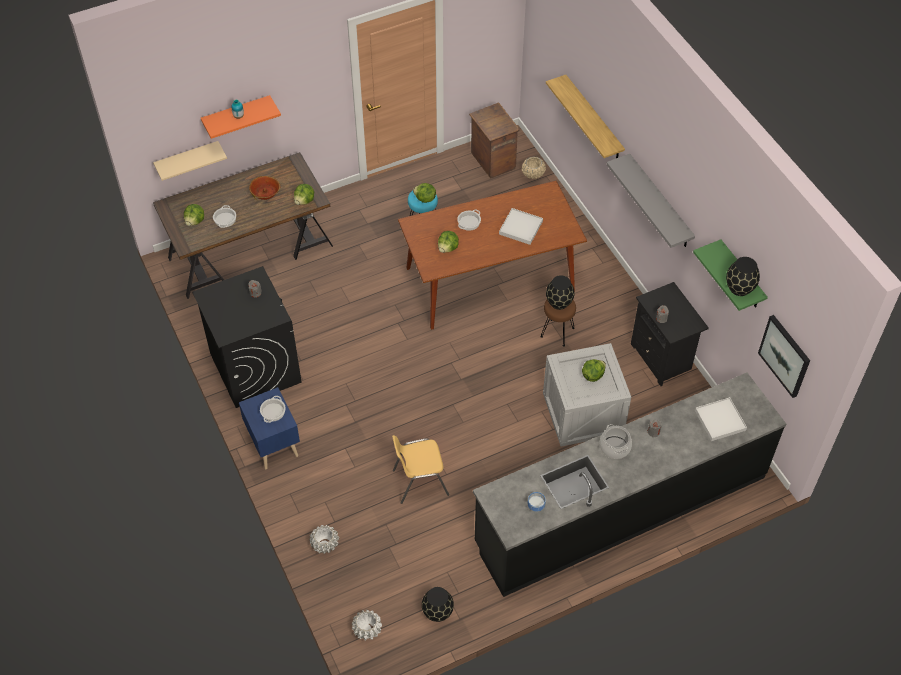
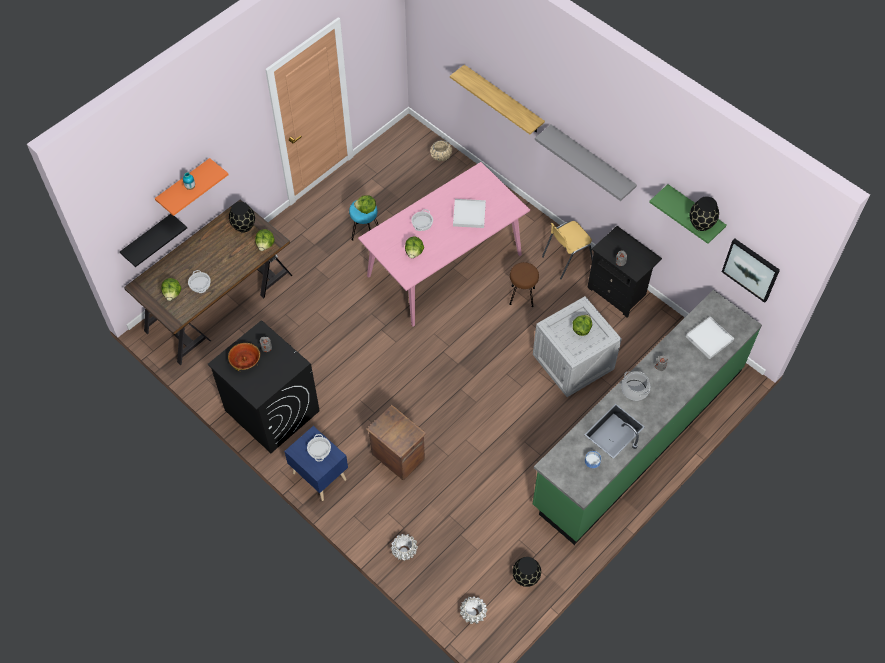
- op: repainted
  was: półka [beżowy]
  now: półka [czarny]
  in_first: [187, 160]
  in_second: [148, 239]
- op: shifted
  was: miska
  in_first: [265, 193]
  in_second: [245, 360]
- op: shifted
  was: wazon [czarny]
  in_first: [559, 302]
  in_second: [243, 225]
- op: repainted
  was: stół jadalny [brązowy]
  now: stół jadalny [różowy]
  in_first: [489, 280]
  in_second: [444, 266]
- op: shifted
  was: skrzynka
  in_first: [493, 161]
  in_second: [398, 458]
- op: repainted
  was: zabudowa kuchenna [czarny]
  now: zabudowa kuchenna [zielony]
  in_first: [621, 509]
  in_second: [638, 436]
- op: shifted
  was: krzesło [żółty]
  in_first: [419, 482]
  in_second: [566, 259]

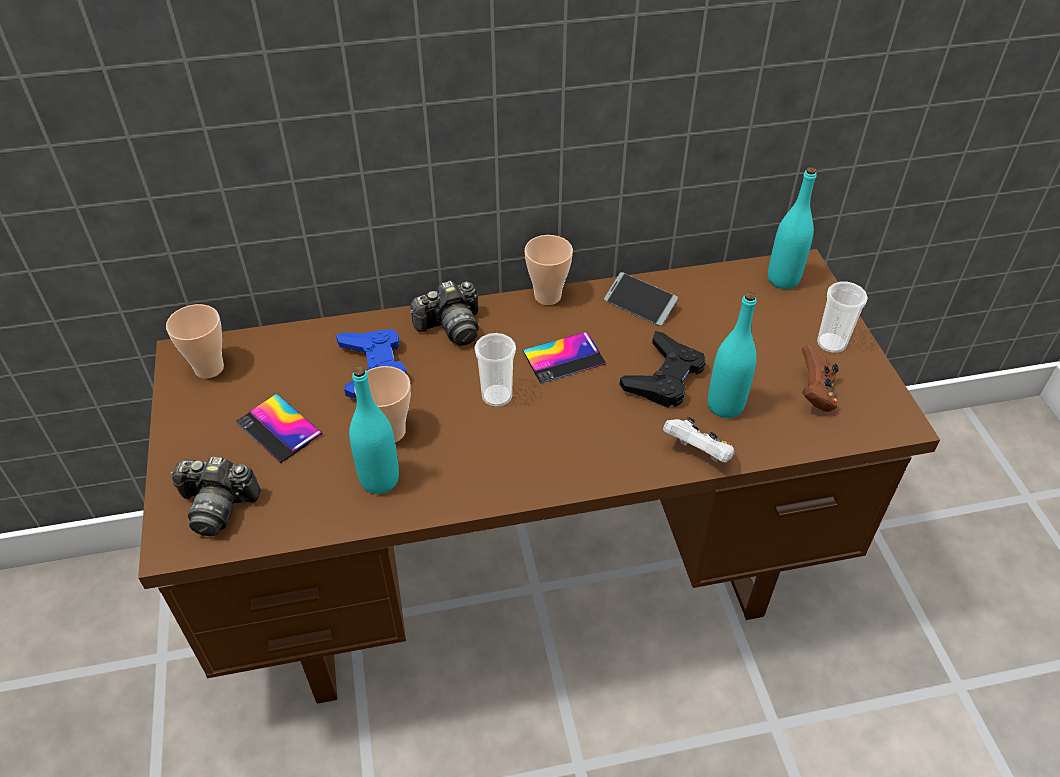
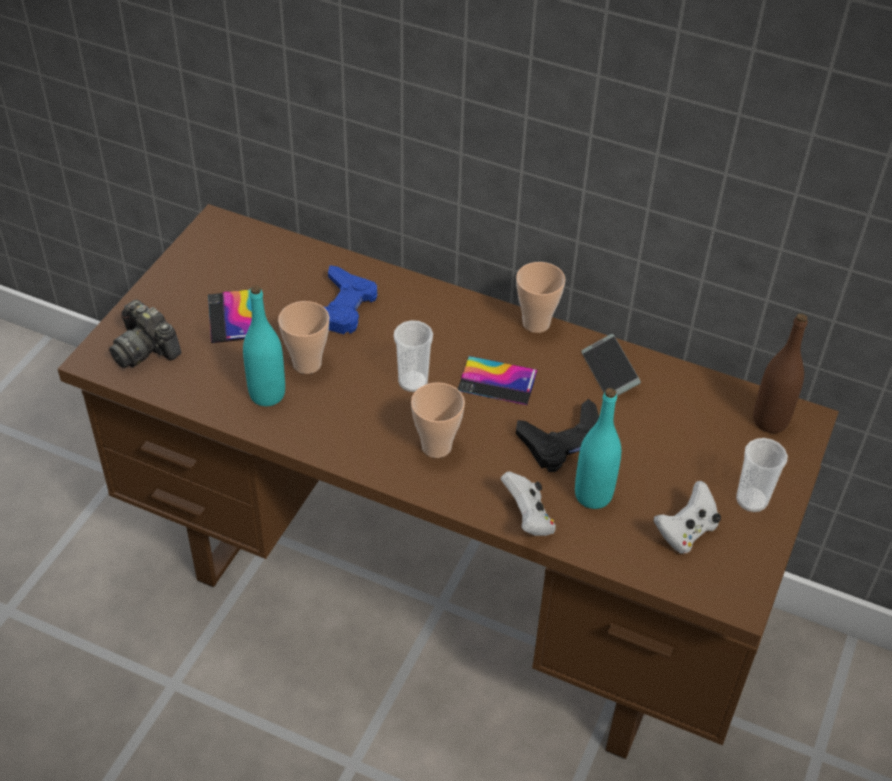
- op: shifted
  was: filiżanka
  in_first: [209, 368]
  in_second: [436, 446]
- op: repainted
  was: pad do gier [brązowy]
  now: pad do gier [biały]
  in_first: [815, 393]
  in_second: [686, 532]
- op: repainted
  was: butelka [turkusowy]
  now: butelka [brązowy]
  in_first: [783, 279]
  in_second: [770, 421]
- op: gone
  was: aparat fotograficzny
  in_first: [451, 327]

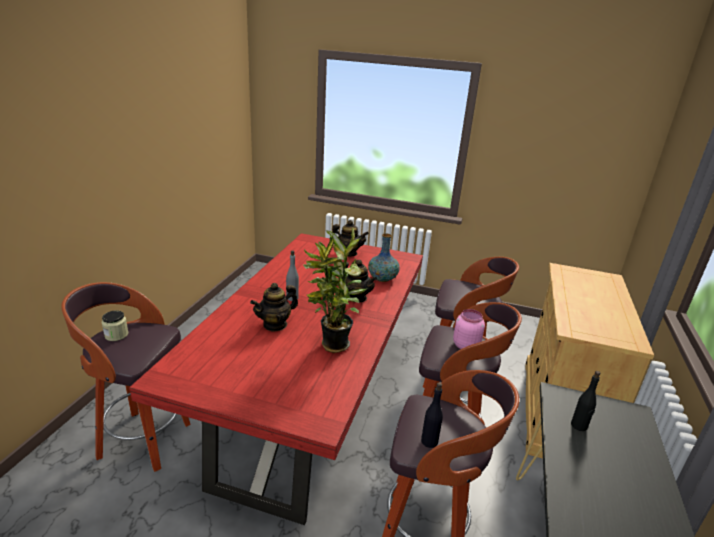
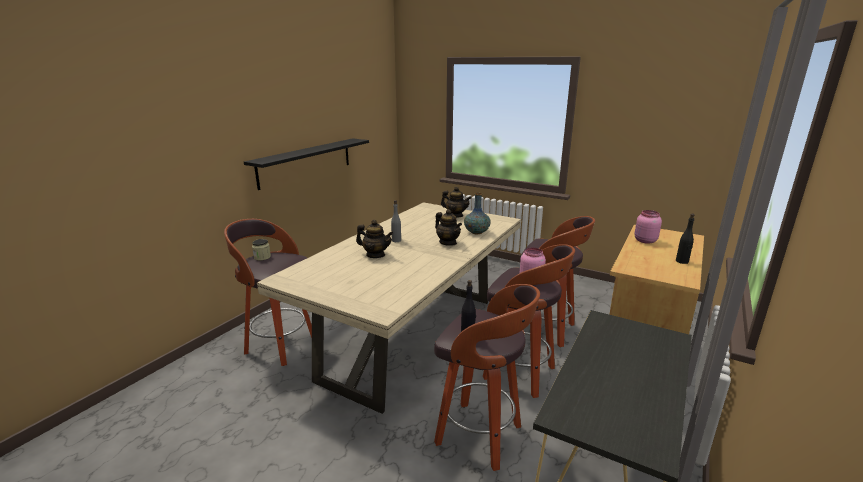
- op: new
  now: półka [czarny]
  in_second: [306, 162]
- op: repainted
  was: stół jadalny [czerwony]
  now: stół jadalny [beżowy]
  in_first: [310, 406]
  in_second: [412, 337]
- op: rotated
  was: imbryk
  in_first: [275, 324]
  in_second: [375, 255]
  clockwise: -135
- op: new
  now: słoik [różowy]
  in_second: [644, 241]
- op: shifted
  was: butelka [czarny]
  in_first: [579, 426]
  in_second: [682, 261]
- op: gone
  was: roślina doniczkowa
  in_first: [332, 346]

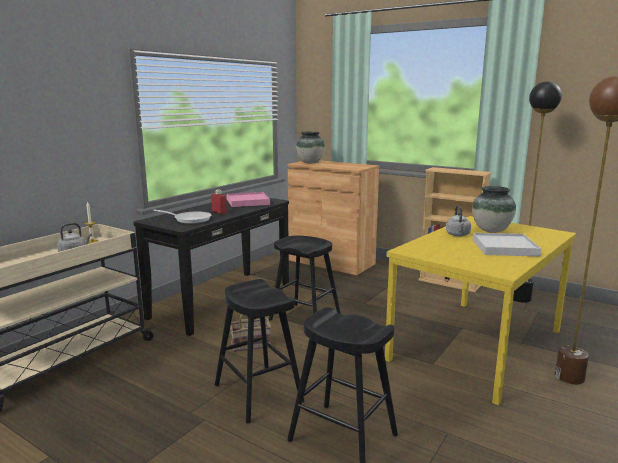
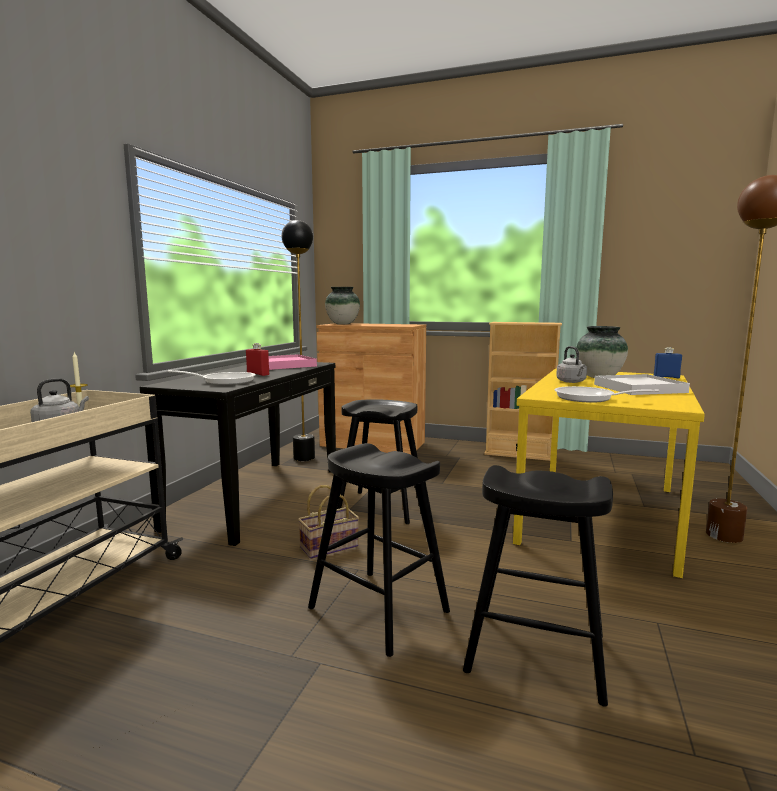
- op: shifted
  was: lampa stojąca [czarny]
  in_first: [520, 299]
  in_second: [304, 458]
- op: new
  now: patelnia
  in_second: [590, 398]
- op: new
  now: butelka [niebieski]
  in_second: [666, 377]

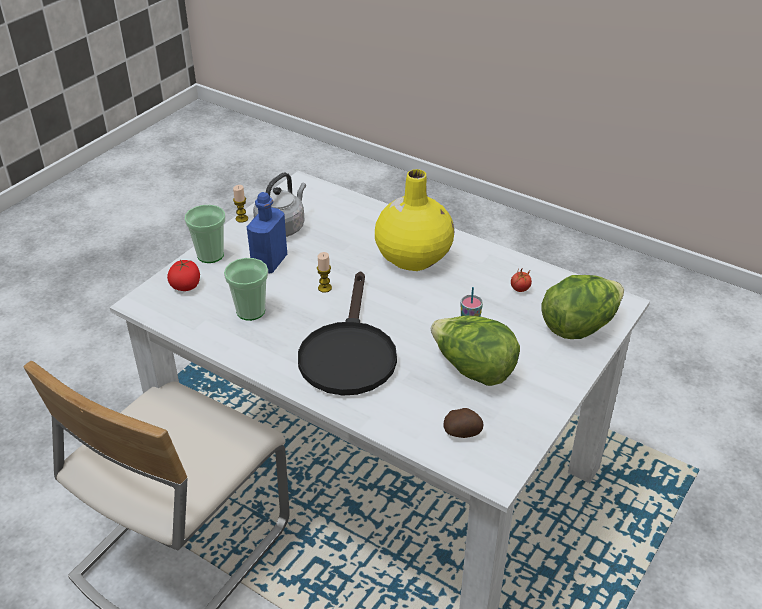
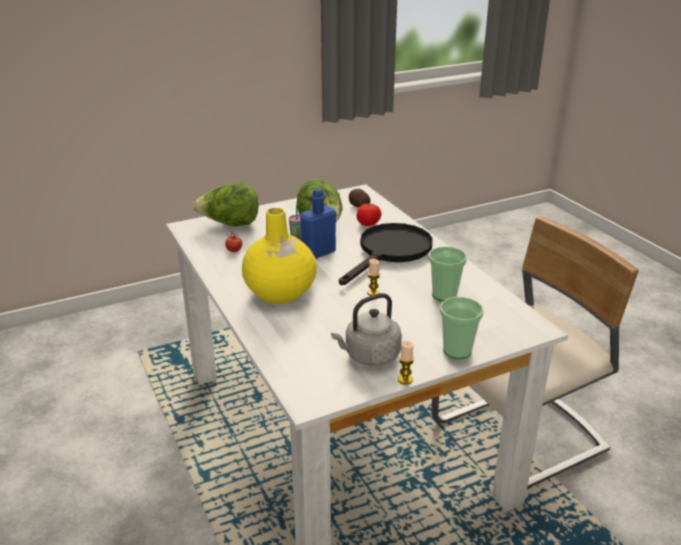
- op: shifted
  was: butelka [niebieski]
  in_first: [269, 262]
  in_second: [318, 252]
- op: shifted
  was: pomidor
  in_first: [186, 286]
  in_second: [368, 223]

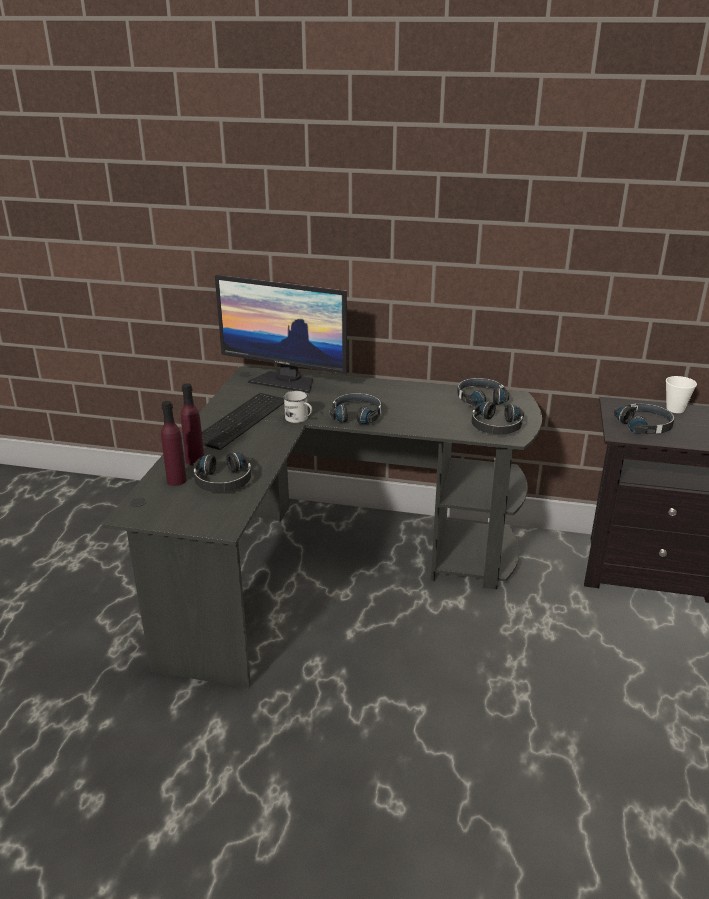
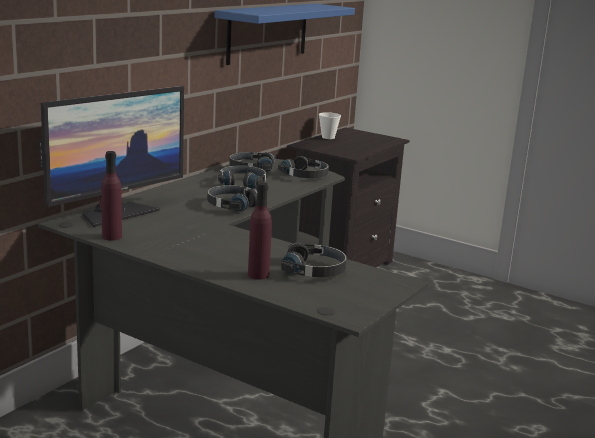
- op: shifted
  was: butelka [fioletowy]
  in_first: [176, 480]
  in_second: [112, 237]
- op: new
  now: półka [niebieski]
  in_second: [267, 32]
- op: shifted
  was: słuchawki [czarny]
  in_first: [645, 426]
  in_second: [242, 183]
- op: gone
  was: klawiatura
  in_first: [243, 420]
- op: gone
  was: kubek [biały]
  in_first: [299, 419]

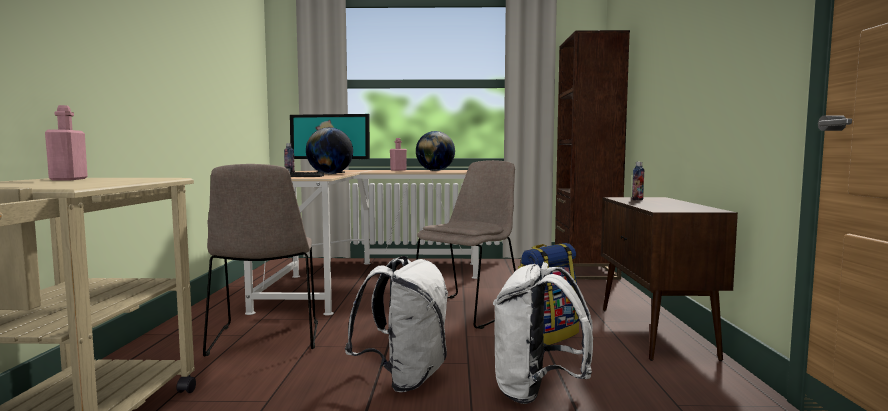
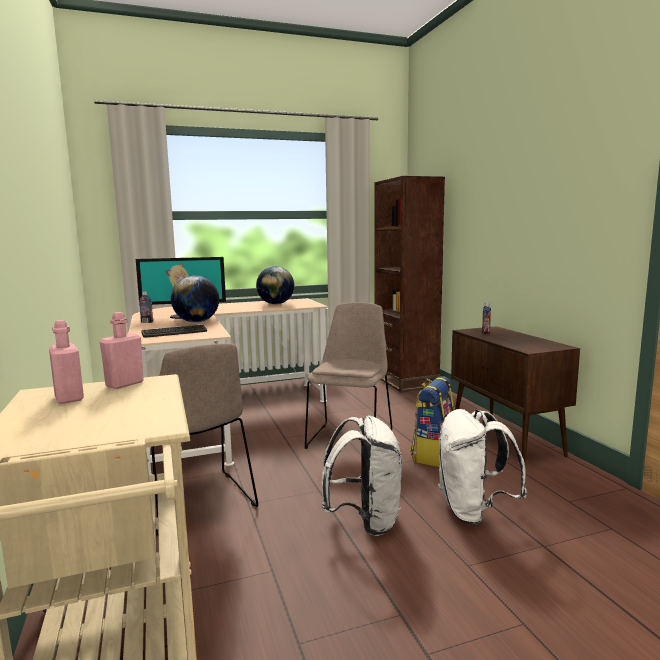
- op: shifted
  was: butelka [różowy]
  in_first: [398, 170]
  in_second: [124, 384]

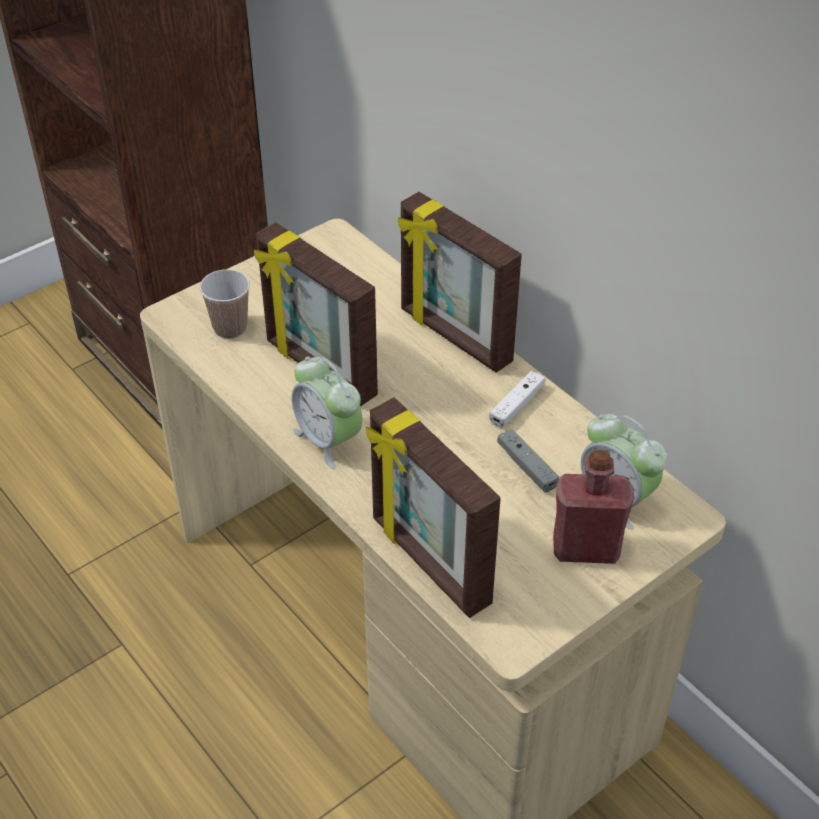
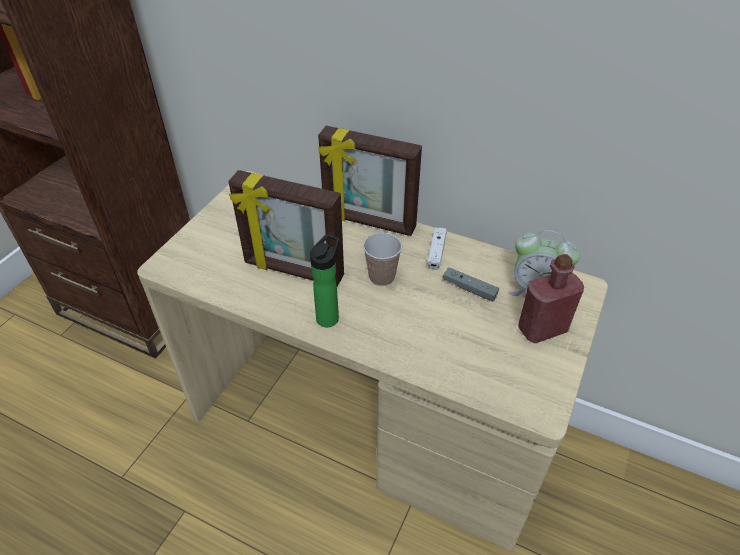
- op: swapped
  was: budzik
  now: butelka
  in_first: [328, 440]
  in_second: [329, 316]
- op: shifted
  was: filiżanka
  in_first: [230, 328]
  in_second: [382, 277]
- op: gone
  was: ramka na zdjęcie
  in_first: [428, 562]

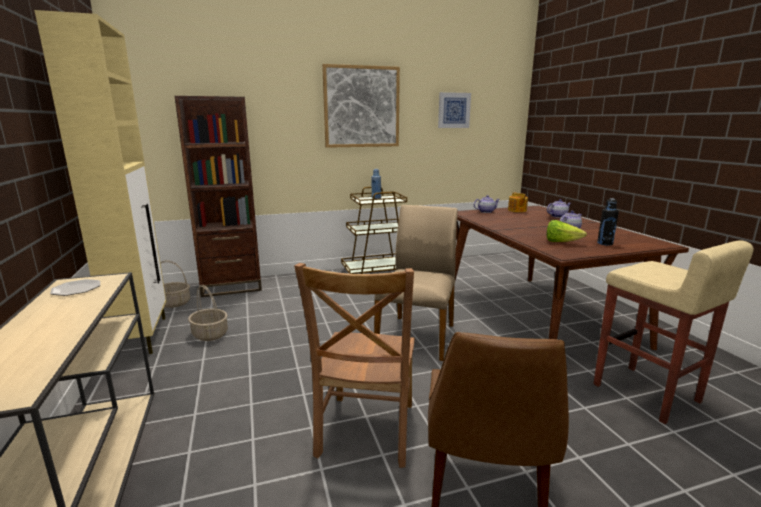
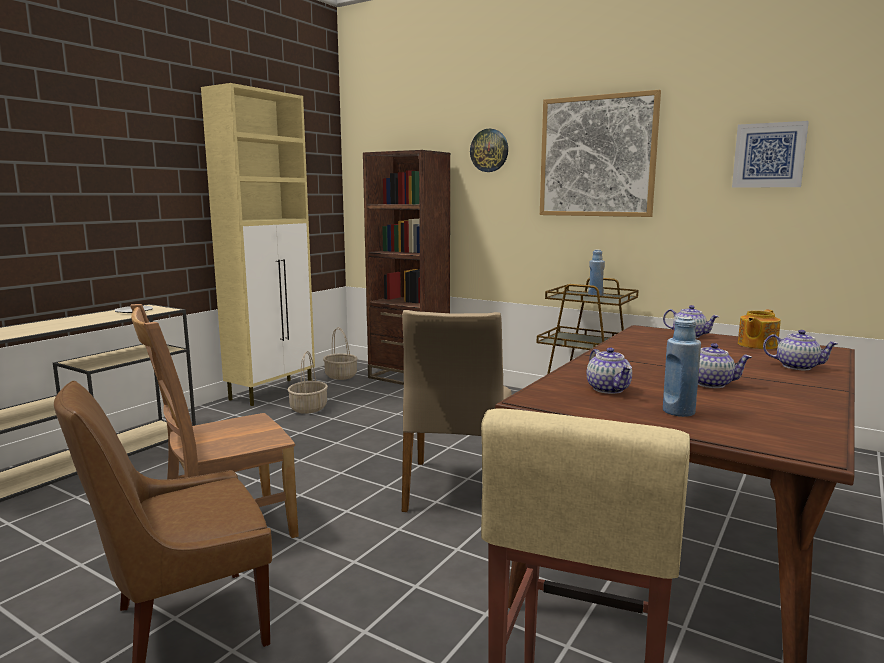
- op: rotated
  was: krzesło [beżowy]
  in_first: [417, 336]
  in_second: [457, 489]
  clockwise: 120
- op: new
  now: zegar ścienny
  in_second: [489, 150]
- op: swapped
  was: sałata
  now: imbryk
  in_first: [561, 242]
  in_second: [609, 389]
- op: repainted
  was: butelka [czarny]
  now: butelka [niebieski]
  in_first: [605, 243]
  in_second: [678, 412]

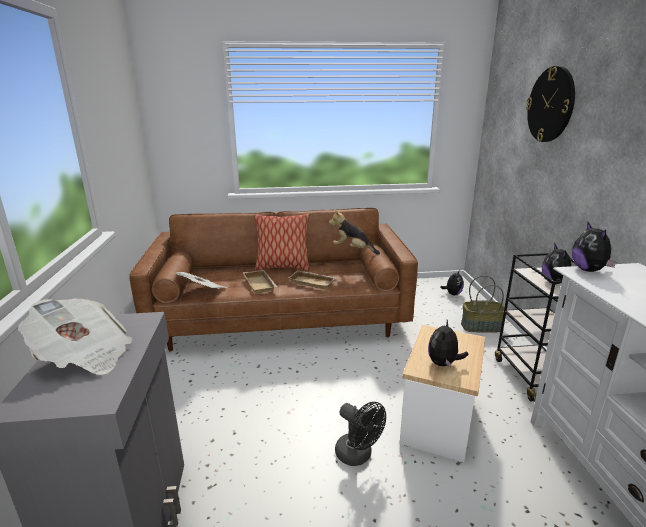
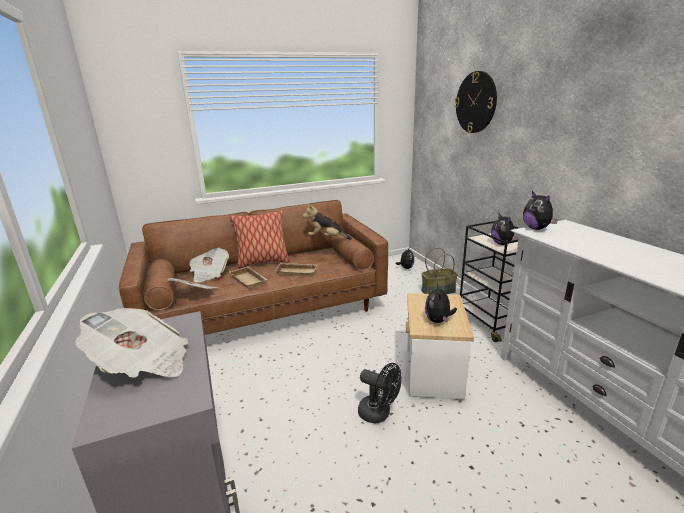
- op: new
  now: gazeta
  in_second: [209, 273]

